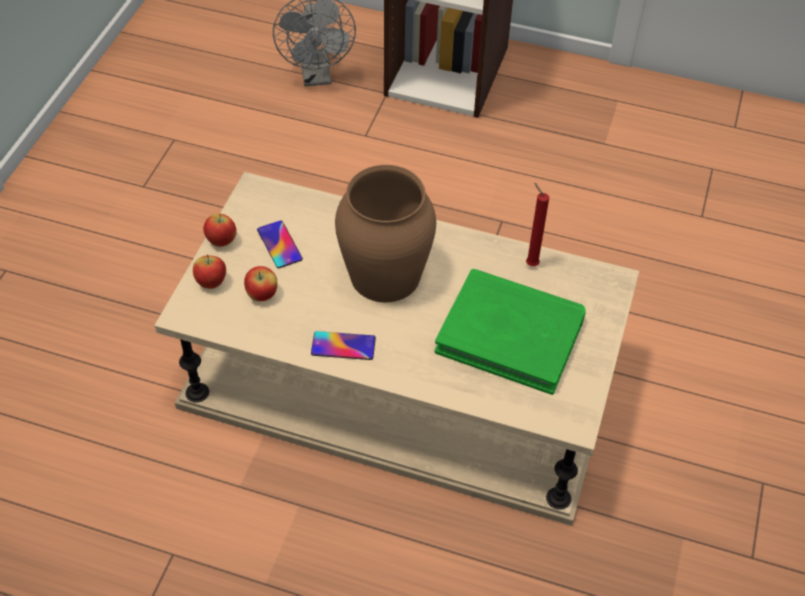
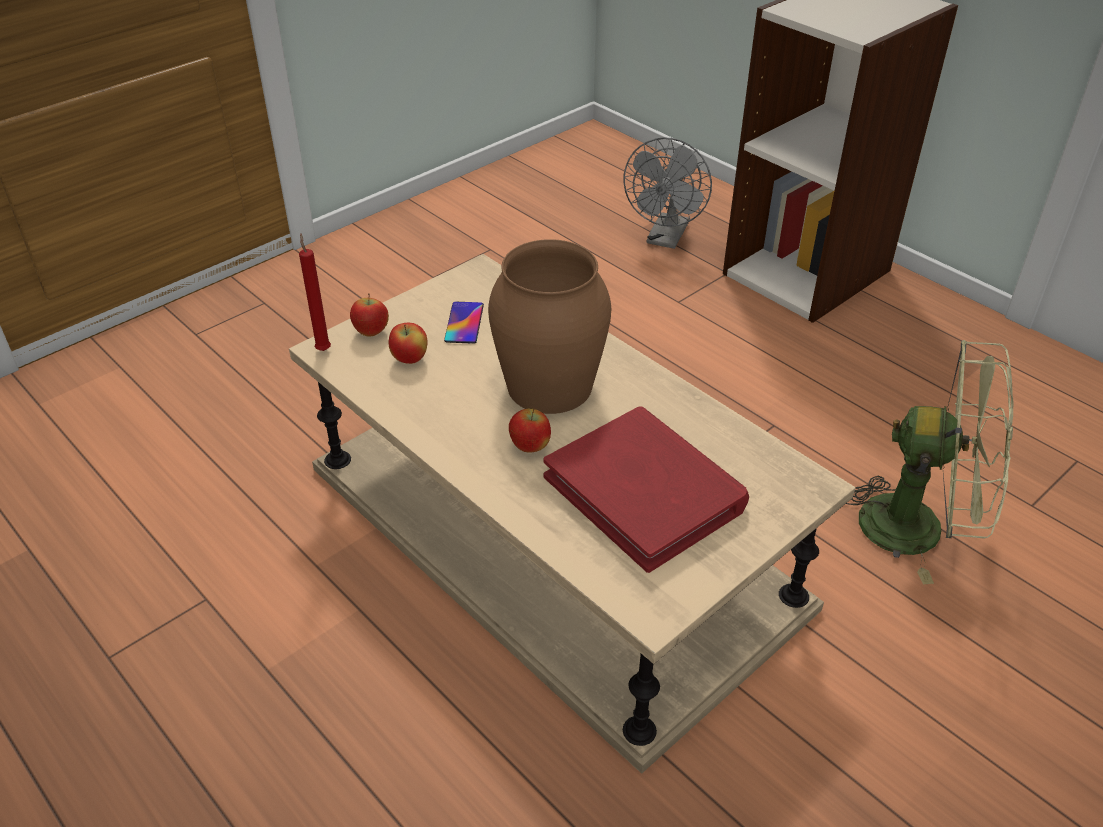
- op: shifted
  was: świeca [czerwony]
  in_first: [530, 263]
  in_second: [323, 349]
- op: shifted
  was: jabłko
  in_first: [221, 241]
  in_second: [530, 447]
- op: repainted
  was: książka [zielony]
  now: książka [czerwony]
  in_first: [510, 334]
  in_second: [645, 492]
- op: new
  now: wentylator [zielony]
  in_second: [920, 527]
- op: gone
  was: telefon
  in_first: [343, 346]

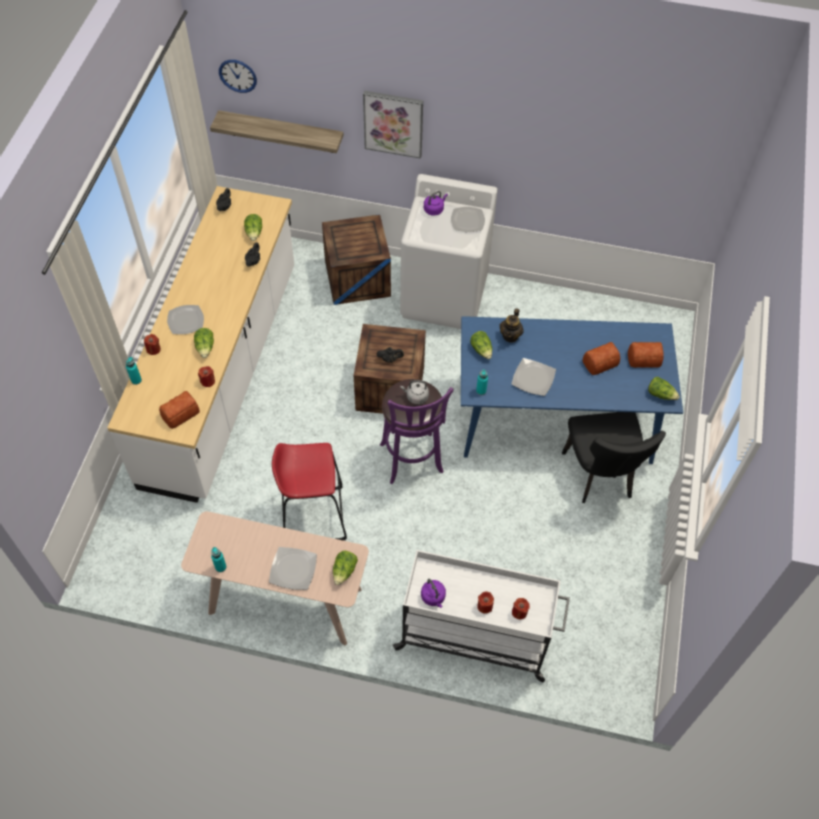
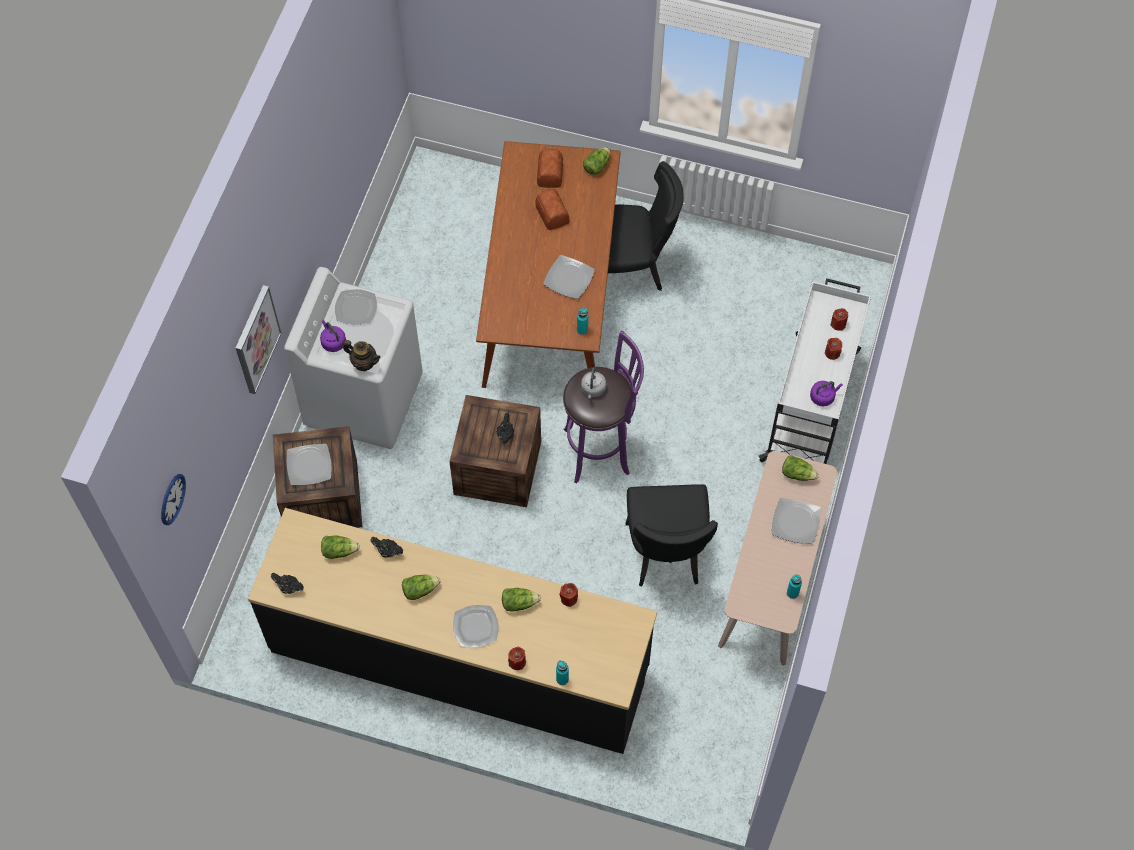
- op: repainted
  was: zabudowa kuchenna [biały]
  now: zabudowa kuchenna [czarny]
  in_first: [223, 374]
  in_second: [460, 658]
- op: new
  now: talerz
  in_second: [309, 466]
- op: shifted
  was: imbryk
  in_first: [510, 336]
  in_second: [364, 363]
- op: shifted
  was: sałata
  in_first: [482, 350]
  in_second: [420, 589]
- op: repainted
  was: stół jadalny [niebieski]
  now: stół jadalny [brązowy]
  in_first: [555, 417]
  in_second: [551, 302]
- op: swapped
  was: stołek [czerwony]
  now: krzesło [czarny]
  in_first: [313, 515]
  in_second: [666, 555]
- op: gone
  was: chleb
  in_first: [181, 413]
- op: gone
  was: półka
  in_first: [281, 132]

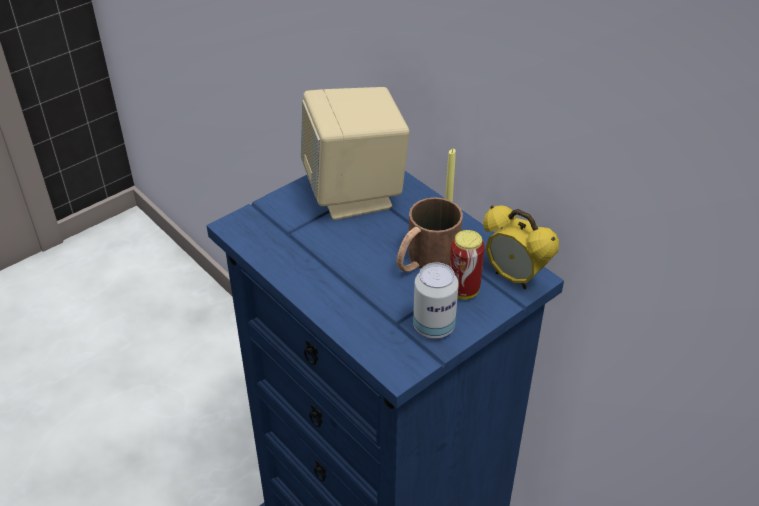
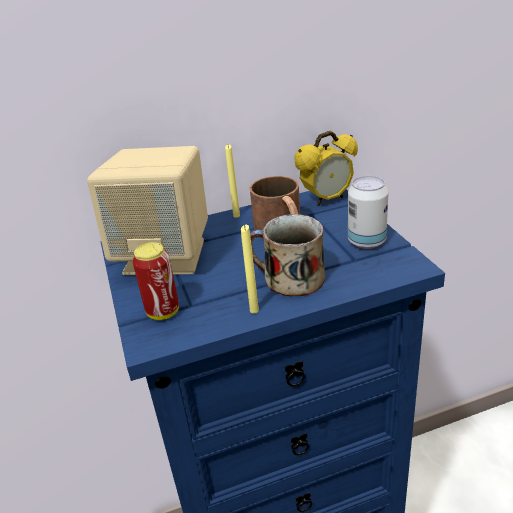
- op: shifted
  was: puszka
  in_first: [463, 290]
  in_second: [163, 312]
- op: new
  now: świeca [żółty]
  in_second: [254, 310]
- op: new
  now: kubek
  in_second: [290, 278]

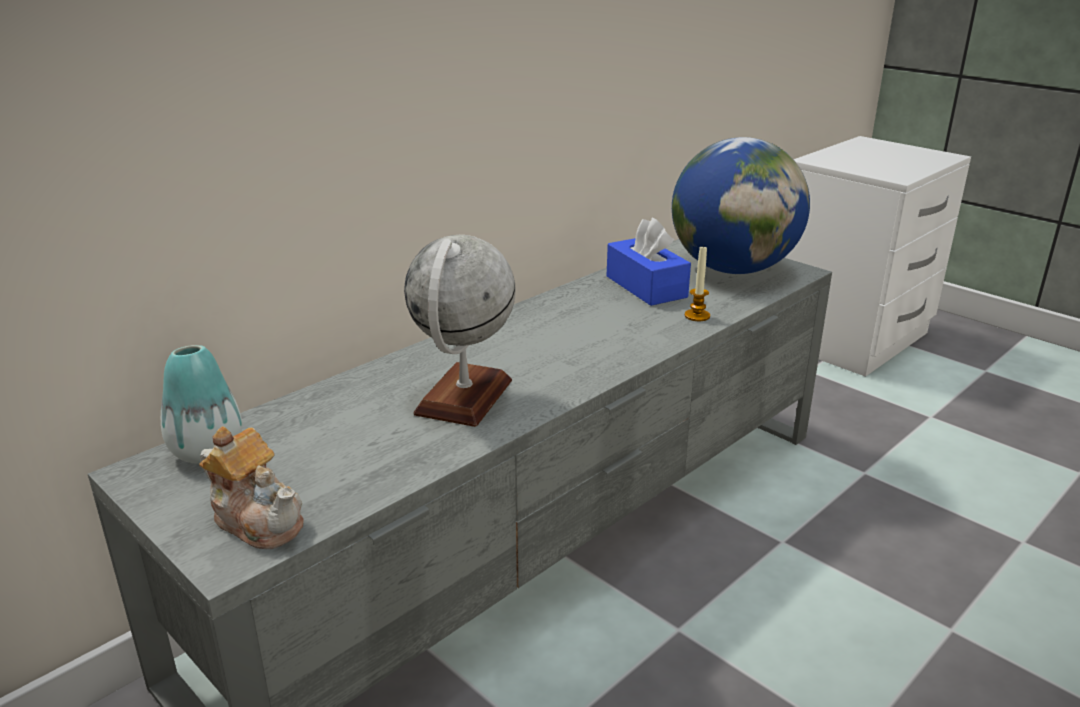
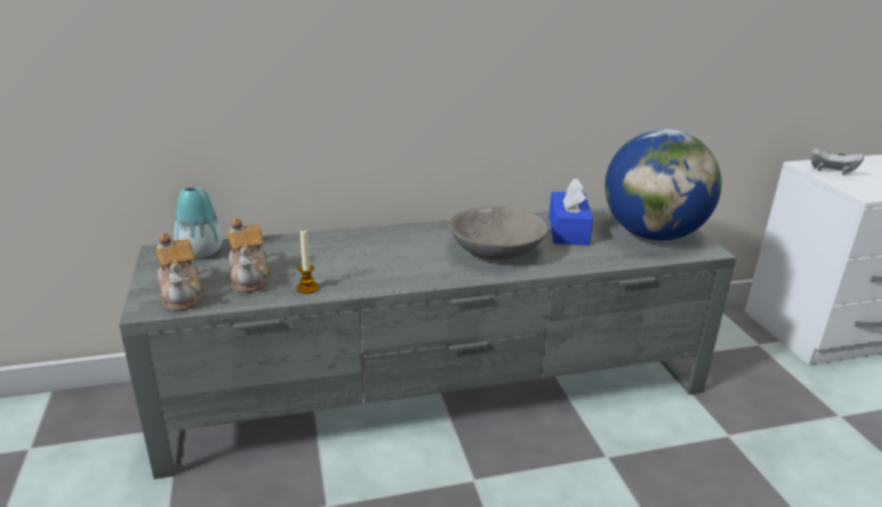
- op: new
  now: imbryk
  in_second: [250, 277]
- op: shifted
  was: świeca
  in_first: [697, 316]
  in_second: [307, 288]
- op: new
  now: miska [szary]
  in_second: [496, 250]
- op: new
  now: pad do gier [biały]
  in_second: [831, 172]
- op: gone
  was: globus
  in_first: [464, 397]

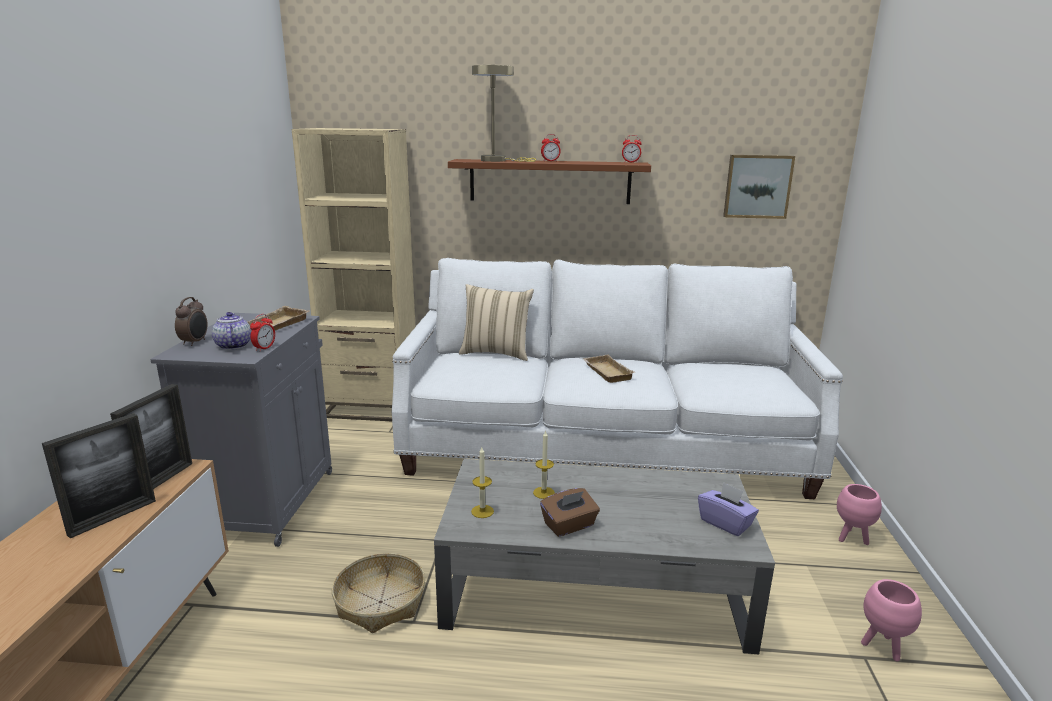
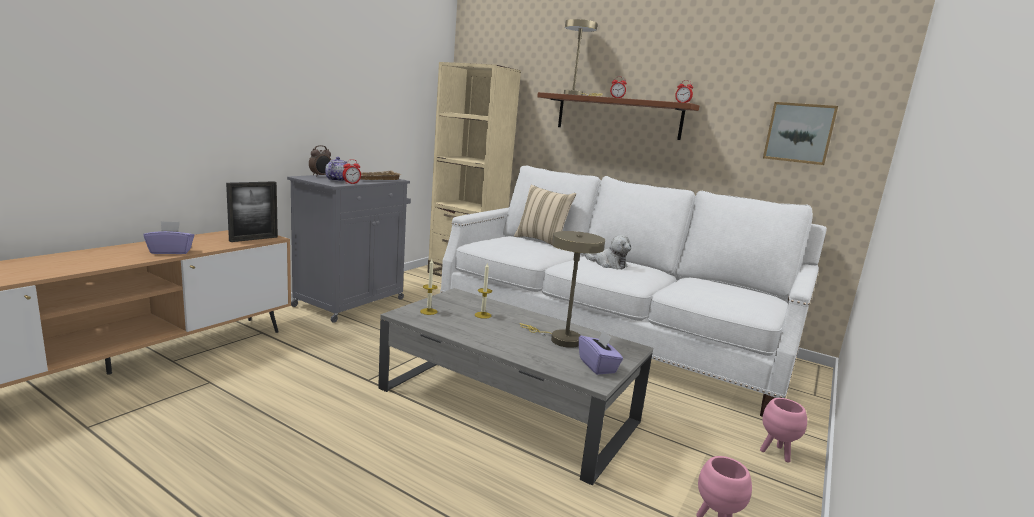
- op: new
  now: pudełko chusteczek [fioletowy]
  in_second: [171, 251]
- op: new
  now: lampa stołowa [beżowy]
  in_second: [560, 339]
- op: swapped
  was: taca [beżowy]
  now: pluszak
  in_first: [605, 372]
  in_second: [608, 264]
- op: gone
  was: ramka na zdjęcie
  in_first: [113, 517]
- op: gone
  was: koszyk
  in_first: [380, 602]
- op: gone
  was: pudełko chusteczek [brązowy]
  in_first: [569, 525]

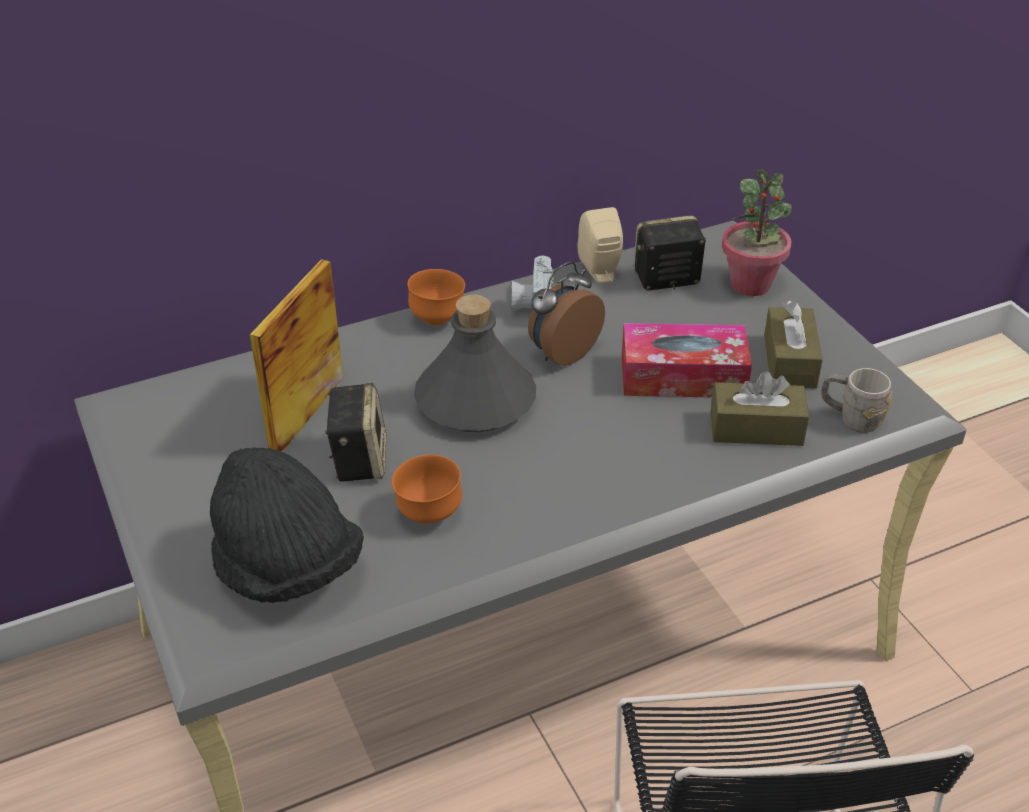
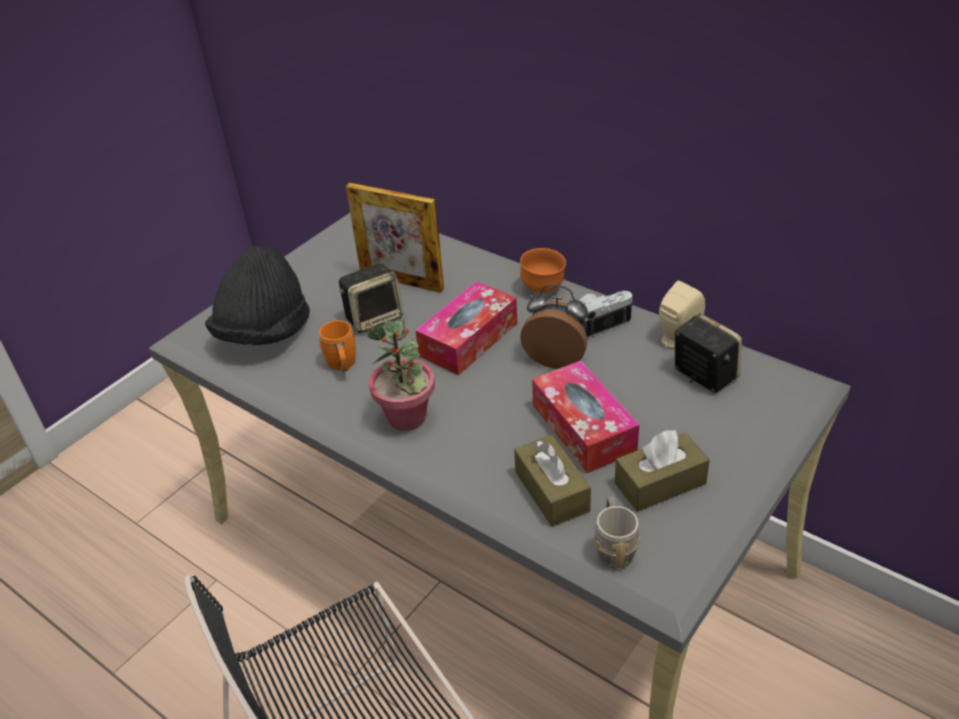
- op: swapped
  was: miska [pomarańczowy]
  now: kubek [pomarańczowy]
  in_first: [428, 514]
  in_second: [343, 366]
- op: rotated
  was: ramka na zdjęcie
  in_first: [307, 414]
  in_second: [401, 281]
  clockwise: -150
- op: shifted
  was: roślina doniczkowa
  in_first: [750, 284]
  in_second: [407, 417]
- op: swapped
  was: butelka [szary]
  now: pudełko chusteczek
  in_first: [474, 400]
  in_second: [469, 339]

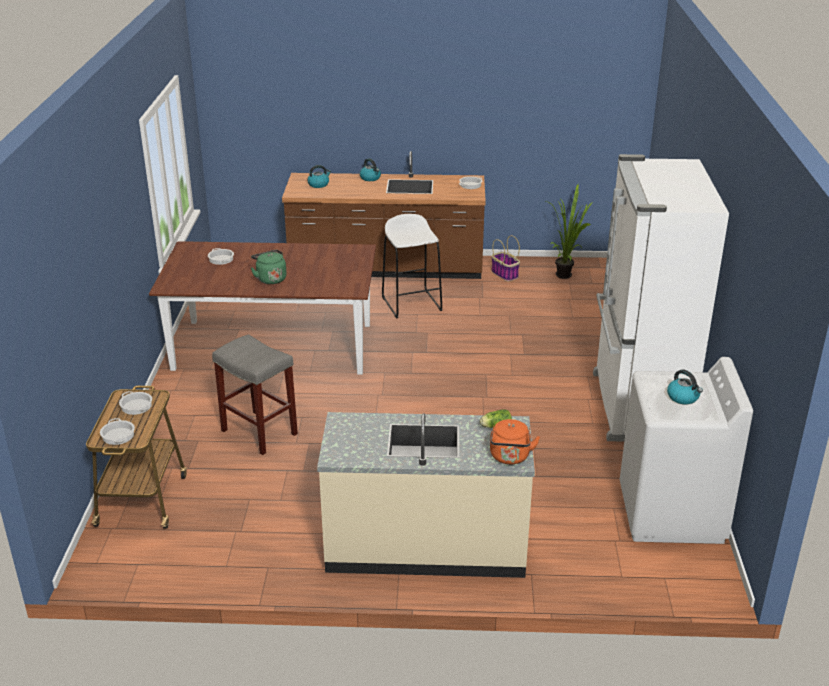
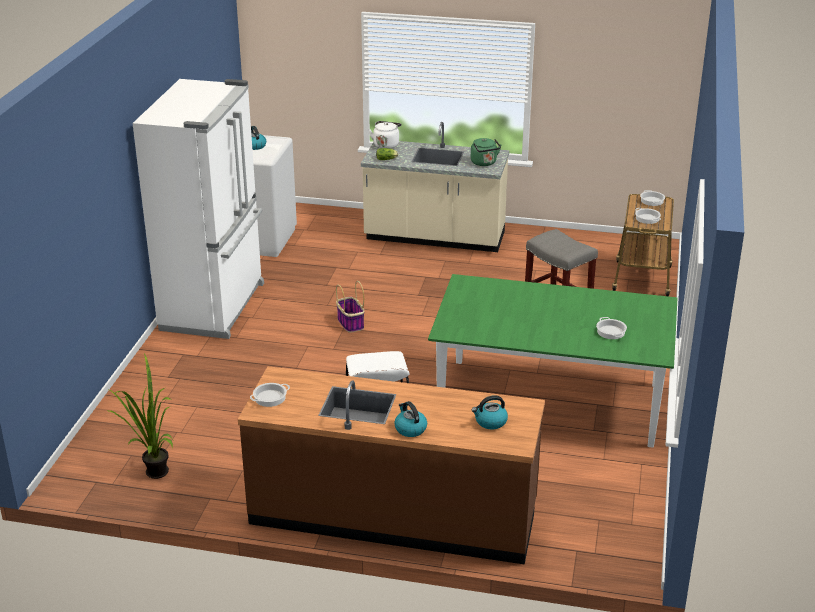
- op: shifted
  was: koszyk
  in_first: [505, 274]
  in_second: [350, 323]
- op: repainted
  was: czajnik [pomarańczowy]
  now: czajnik [biały]
  in_first: [510, 457]
  in_second: [386, 145]
- op: repainted
  was: stół jadalny [brązowy]
  now: stół jadalny [zielony]
  in_first: [273, 347]
  in_second: [550, 401]
- op: shifted
  was: czajnik [zielony]
  in_first: [270, 279]
  in_second: [484, 163]

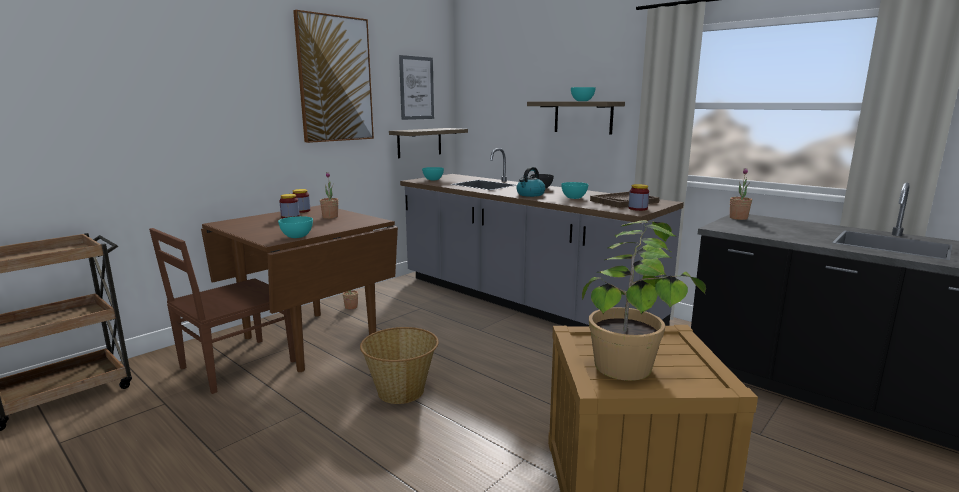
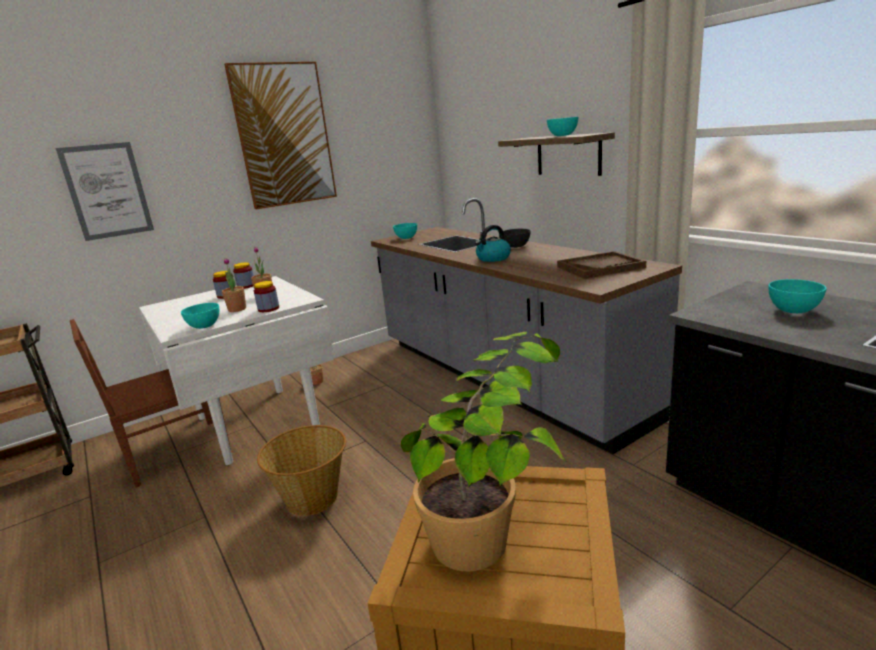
- op: shifted
  was: obraz
  in_first: [416, 88]
  in_second: [107, 191]
- op: repainted
  was: stół jadalny [brązowy]
  now: stół jadalny [biały]
  in_first: [309, 340]
  in_second: [256, 423]
- op: shifted
  was: roślina doniczkowa
  in_first: [738, 218]
  in_second: [237, 309]
- op: shifted
  was: słoik
  in_first: [638, 208]
  in_second: [268, 309]
- op: shifted
  was: miska [turkusowy]
  in_first: [574, 198]
  in_second: [792, 310]
- op: gone
  was: półka
  in_first: [419, 142]

